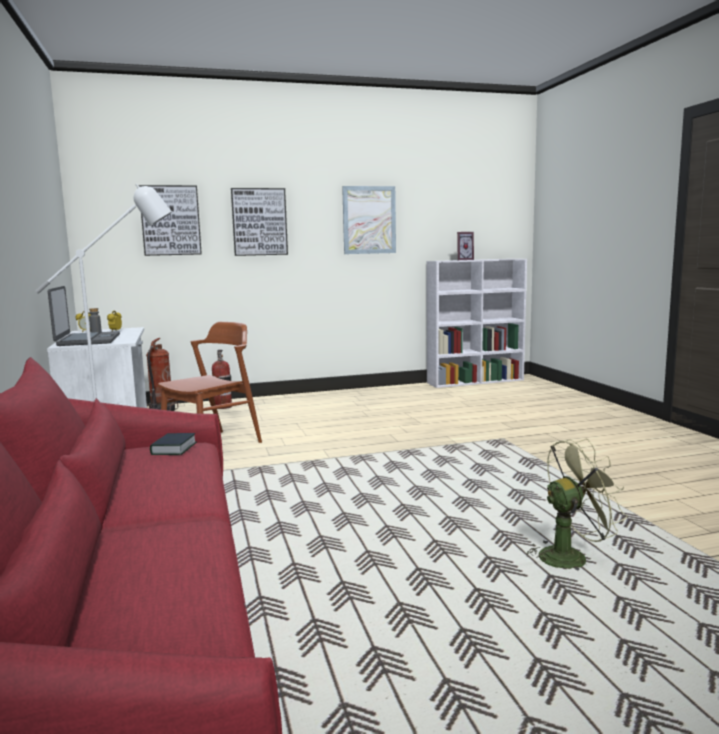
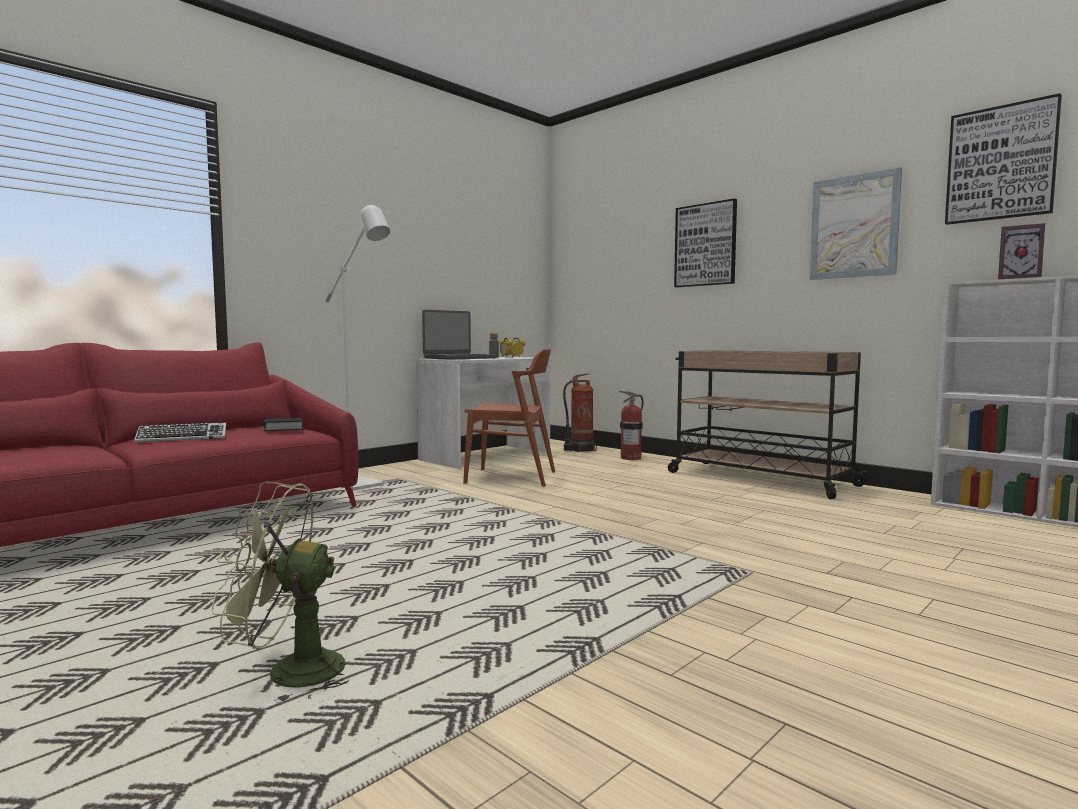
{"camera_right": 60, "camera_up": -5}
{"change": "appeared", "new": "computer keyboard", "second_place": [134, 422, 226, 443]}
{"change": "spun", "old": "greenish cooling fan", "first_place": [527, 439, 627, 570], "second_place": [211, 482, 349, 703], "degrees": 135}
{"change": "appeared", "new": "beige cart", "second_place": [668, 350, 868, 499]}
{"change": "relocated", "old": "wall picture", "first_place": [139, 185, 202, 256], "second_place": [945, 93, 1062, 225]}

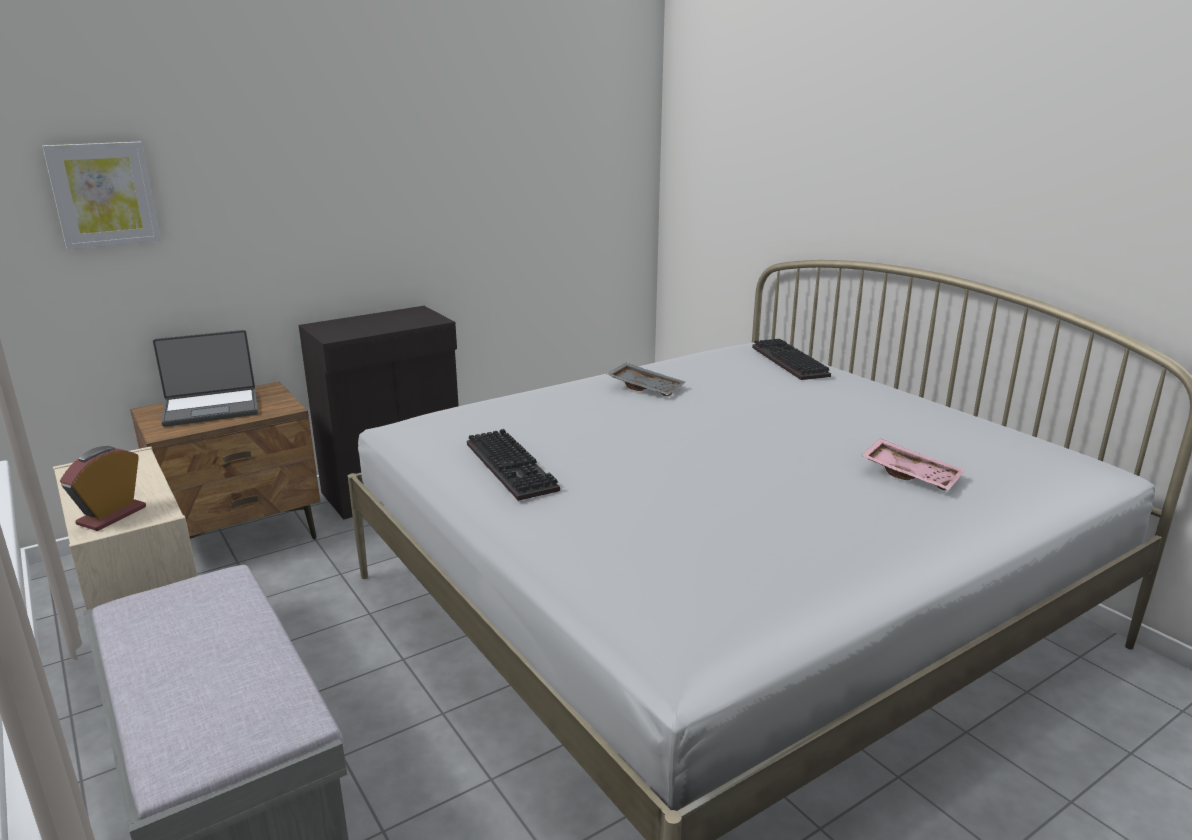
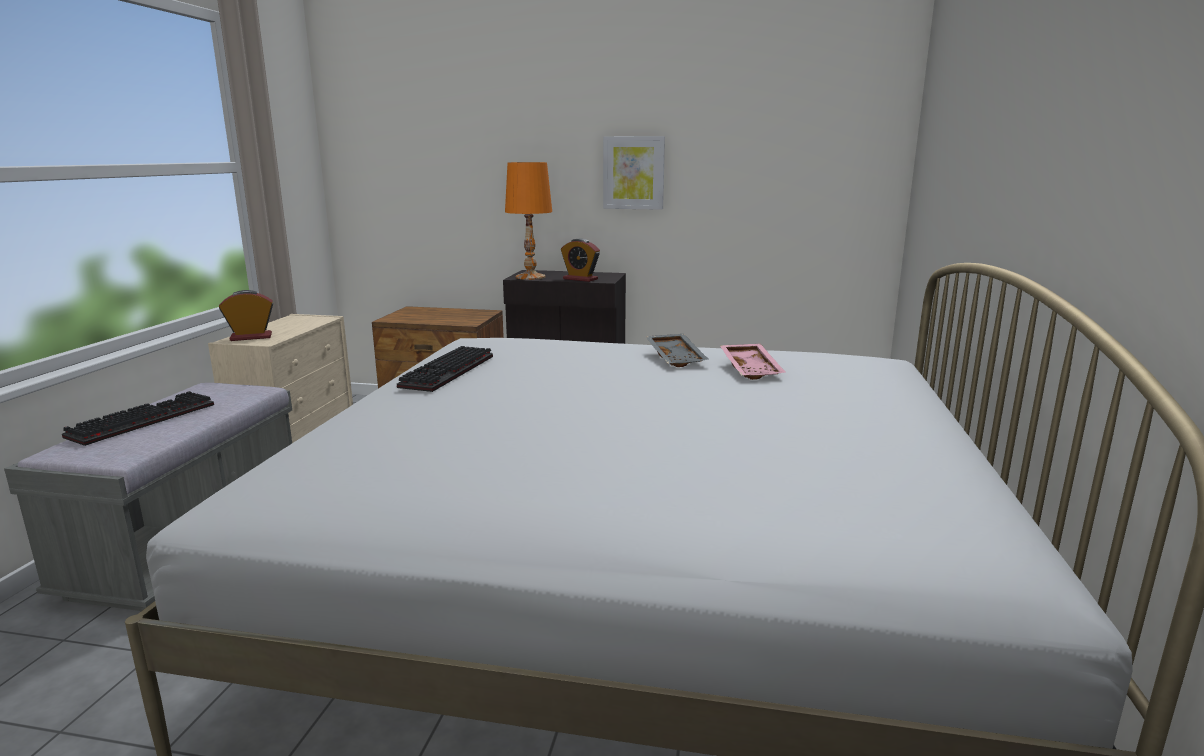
{"camera_right": 45, "camera_up": -5}
{"change": "relocated", "old": "computer keyboard", "first_place": [752, 339, 831, 380], "second_place": [62, 391, 214, 446]}
{"change": "appeared", "new": "orange-coloured tabletop lamp", "second_place": [505, 162, 552, 280]}
{"change": "appeared", "new": "table clock", "second_place": [561, 238, 600, 282]}
{"change": "relocated", "old": "wall picture", "first_place": [42, 141, 161, 250], "second_place": [603, 136, 665, 210]}
{"change": "relocated", "old": "pink tray", "first_place": [861, 438, 965, 490], "second_place": [720, 344, 785, 380]}
{"change": "missing", "old": "notebook computer", "first_place": [153, 330, 258, 427]}

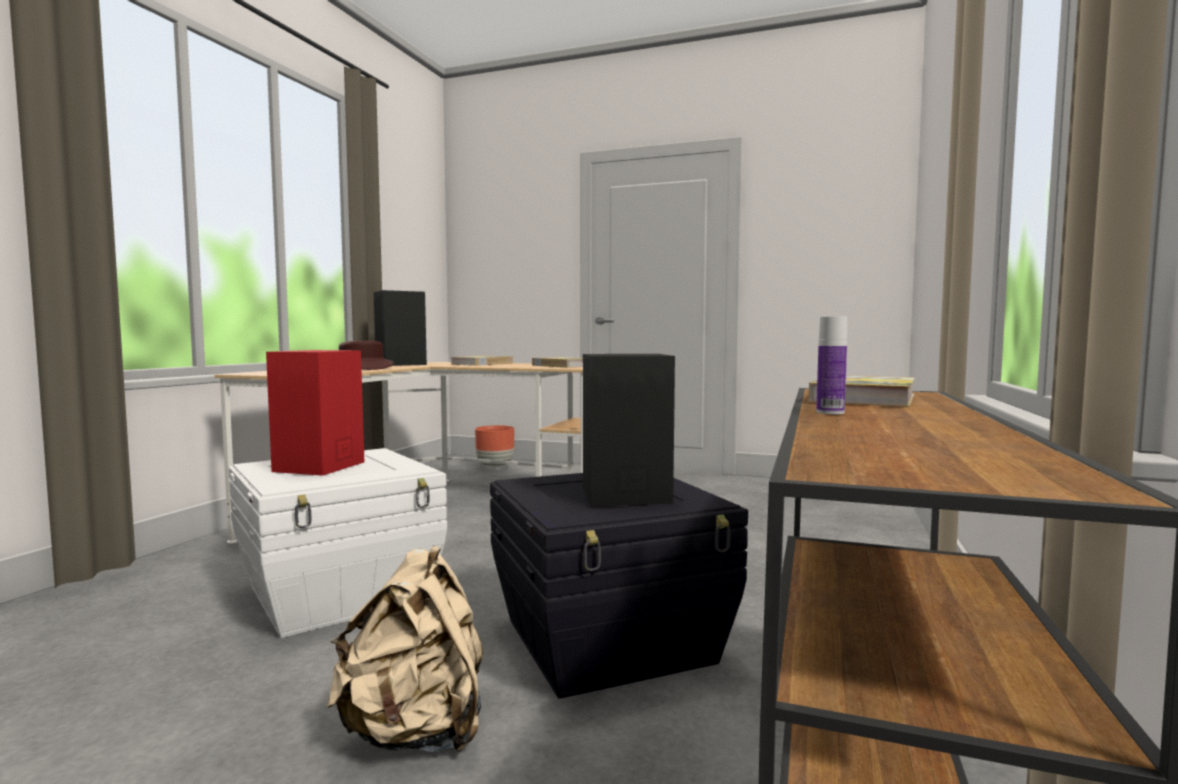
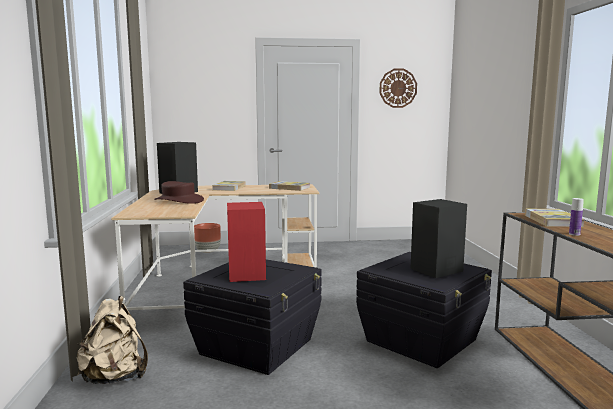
{"camera_right": -25, "camera_up": 5}
{"change": "relocated", "old": "beige rucksack", "first_place": [327, 545, 483, 752], "second_place": [77, 296, 148, 384]}
{"change": "colour", "old": "white storage container", "new": "black-coloured storage container", "first_place": [229, 448, 447, 638], "second_place": [183, 259, 322, 375]}
{"change": "appeared", "new": "wall clock", "second_place": [379, 69, 417, 108]}

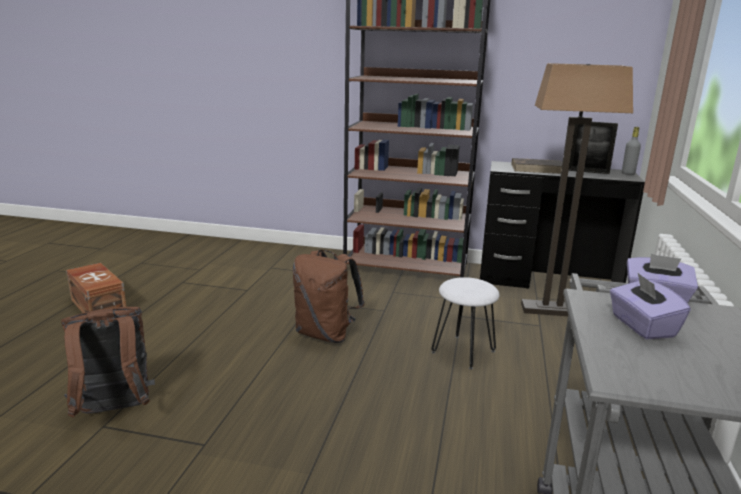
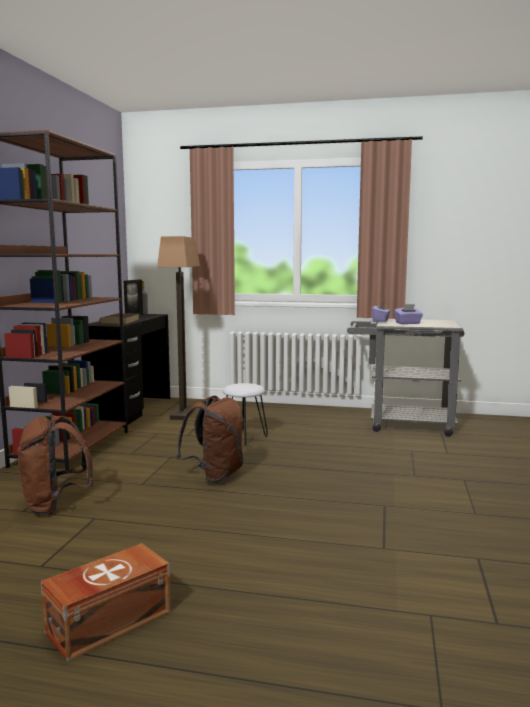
{"camera_right": -90, "camera_up": -10}
{"change": "relocated", "old": "brownish rucksack", "first_place": [61, 307, 155, 418], "second_place": [17, 414, 94, 515]}

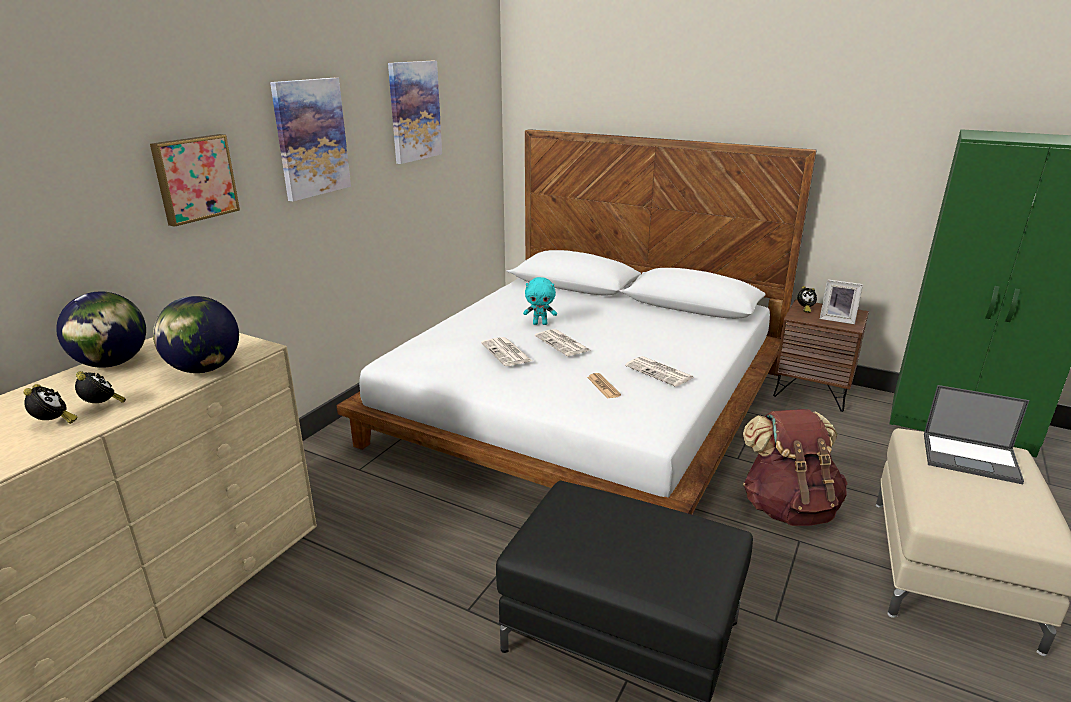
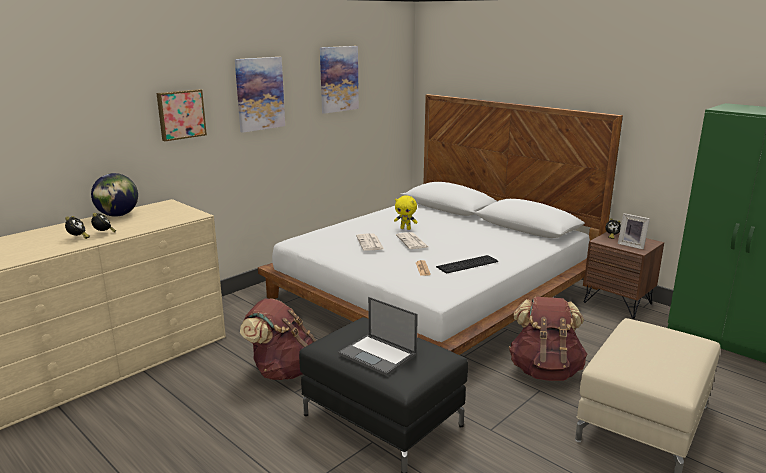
{"camera_right": 15, "camera_up": -5}
{"change": "appeared", "new": "brownish rucksack", "second_place": [240, 298, 316, 380]}
{"change": "relocated", "old": "notebook computer", "first_place": [924, 385, 1029, 484], "second_place": [338, 297, 418, 376]}
{"change": "colour", "old": "blue-green plush toy", "new": "yellowish plush toy", "first_place": [523, 277, 557, 325], "second_place": [394, 195, 418, 230]}
{"change": "exchanged", "old": "newspaper", "new": "computer keyboard", "first_place": [625, 356, 694, 387], "second_place": [436, 255, 498, 274]}
{"change": "missing", "old": "world globe", "first_place": [153, 296, 239, 373]}

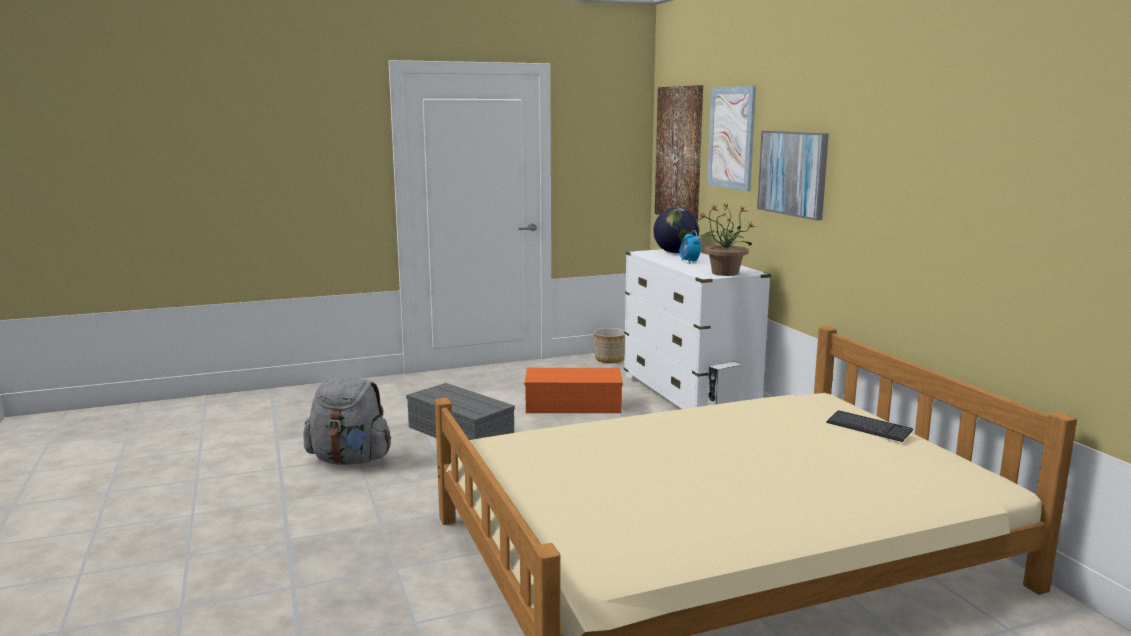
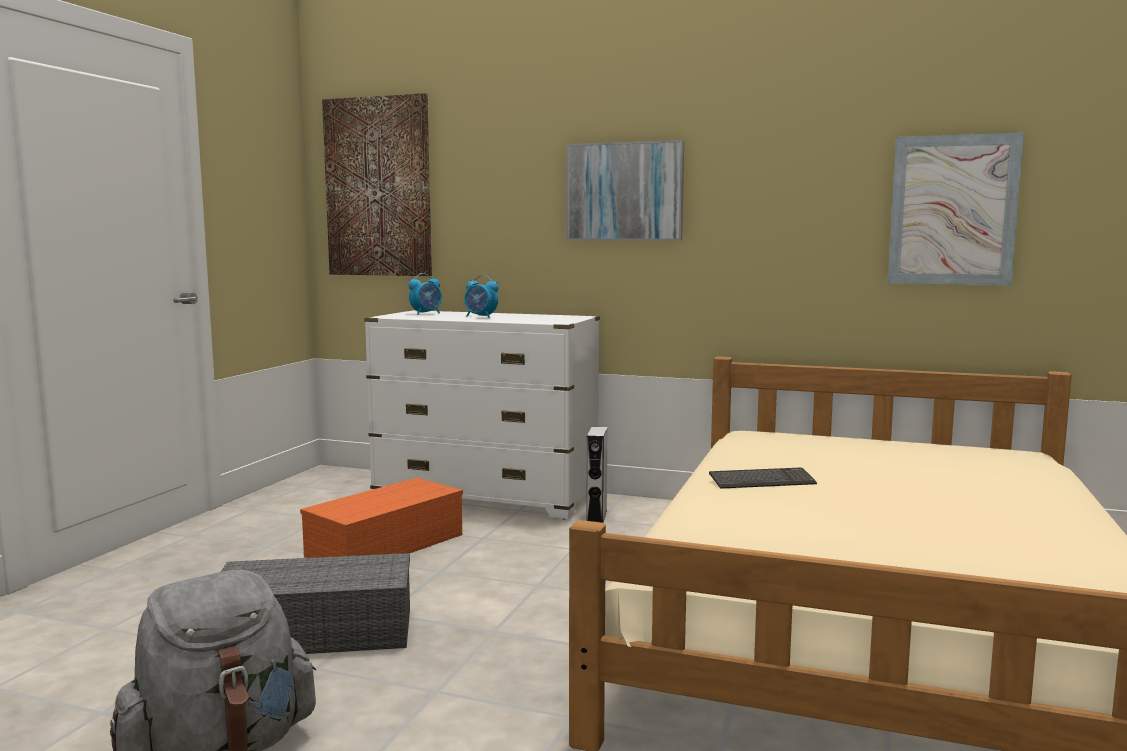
{"camera_right": -50, "camera_up": -5}
{"change": "exchanged", "old": "world globe", "new": "table clock", "first_place": [653, 208, 699, 253], "second_place": [409, 273, 442, 315]}
{"change": "relocated", "old": "computer keyboard", "first_place": [826, 411, 913, 442], "second_place": [709, 468, 817, 489]}
{"change": "relocated", "old": "wall picture", "first_place": [707, 86, 756, 191], "second_place": [888, 133, 1024, 285]}
{"change": "missing", "old": "flower pot", "first_place": [594, 328, 625, 363]}
{"change": "missing", "old": "houseplant", "first_place": [699, 203, 757, 276]}

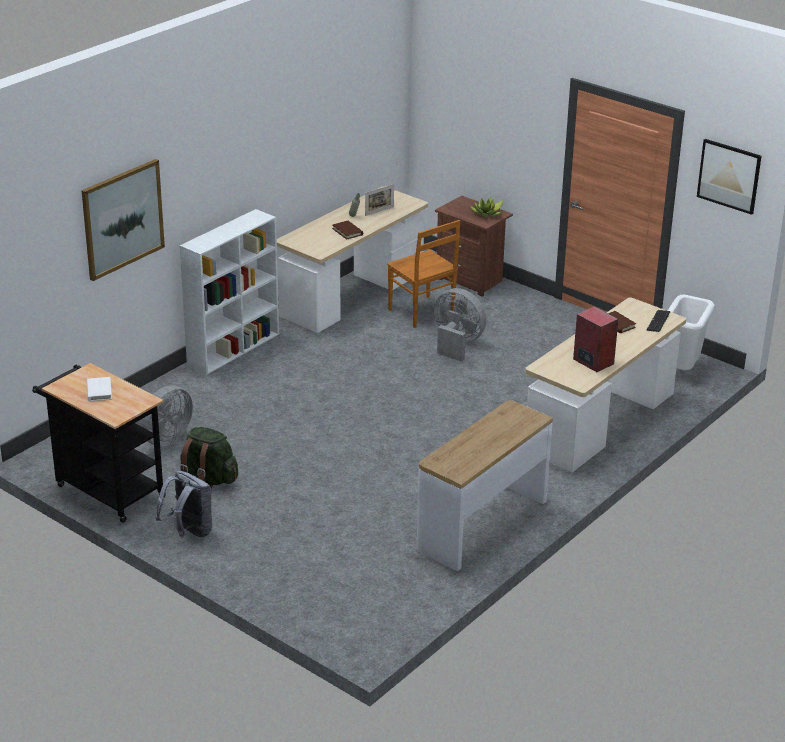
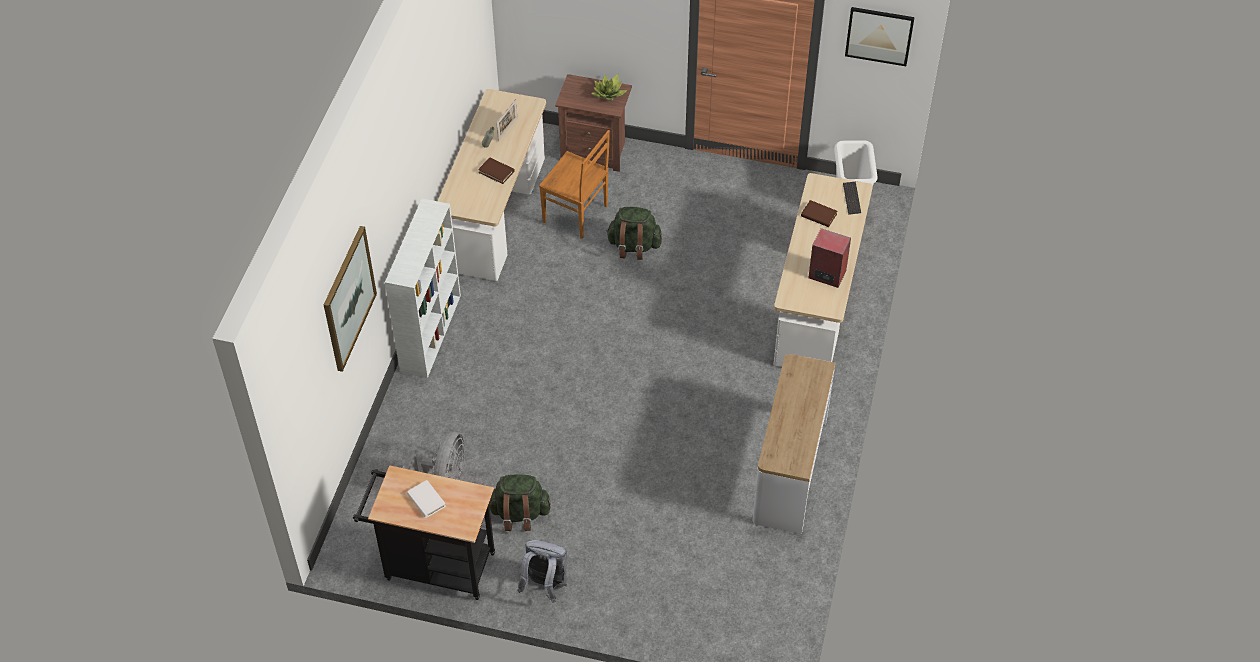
{"camera_right": -25, "camera_up": 20}
{"change": "exchanged", "old": "grey cooling fan", "new": "greenish rucksack", "first_place": [434, 288, 486, 362], "second_place": [606, 207, 662, 260]}

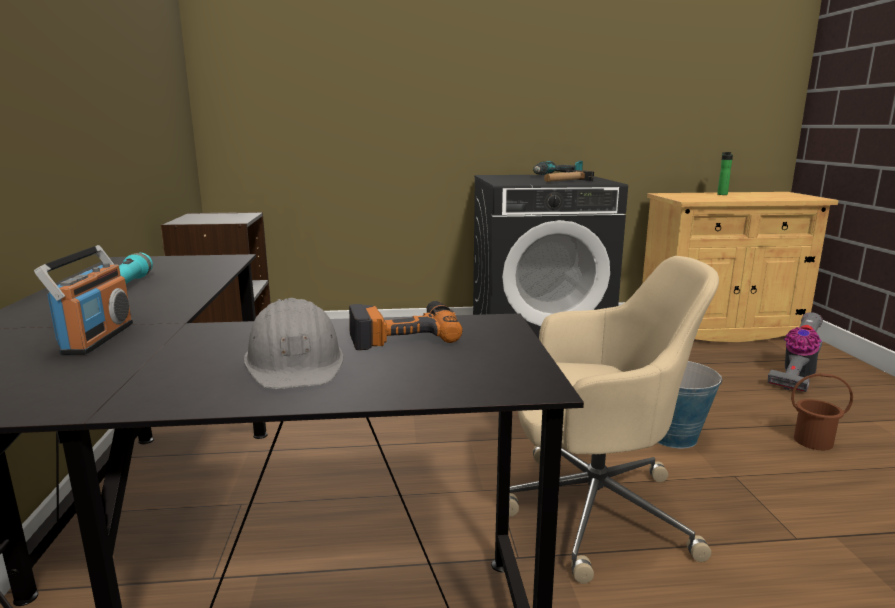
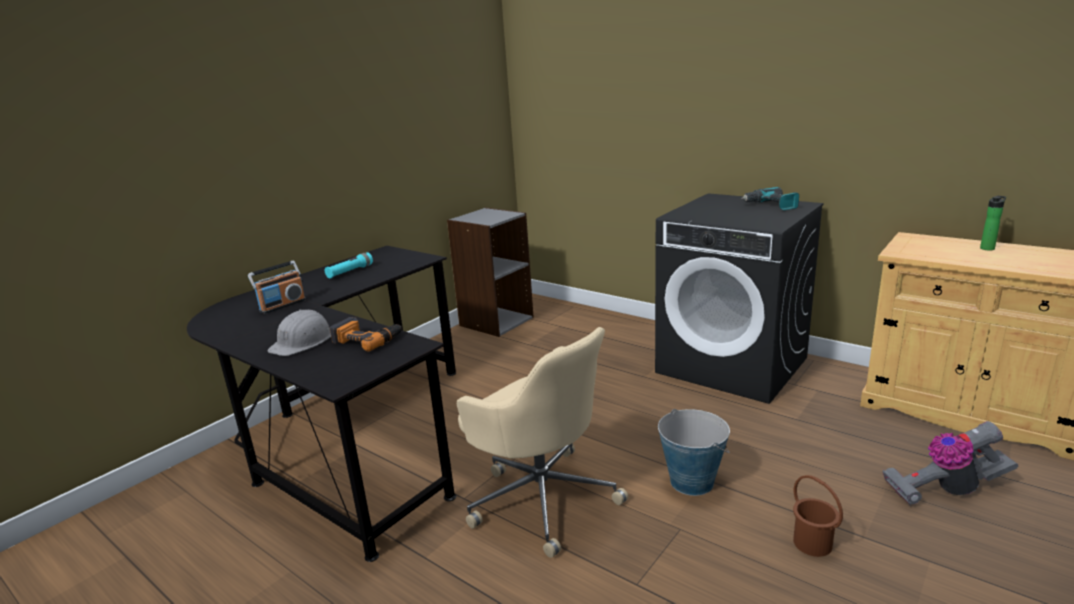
{"camera_right": 45, "camera_up": 5}
{"change": "missing", "old": "hammer", "first_place": [544, 170, 594, 182]}

